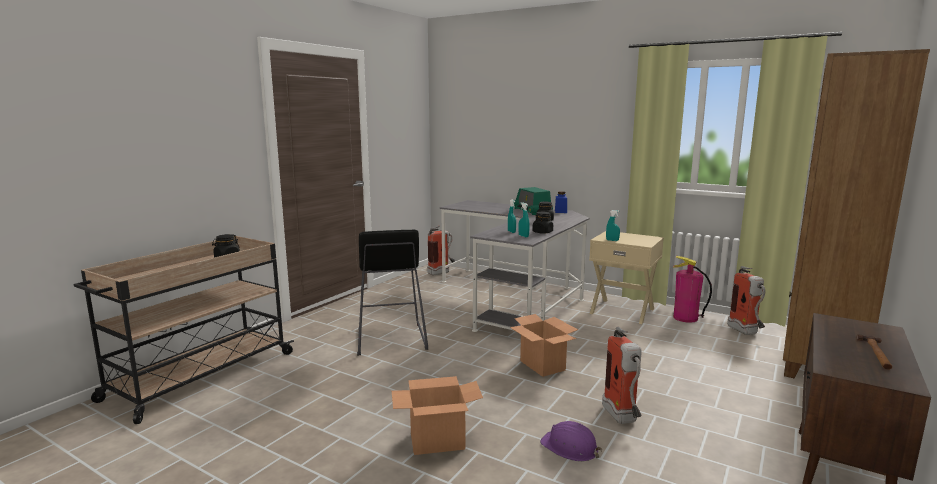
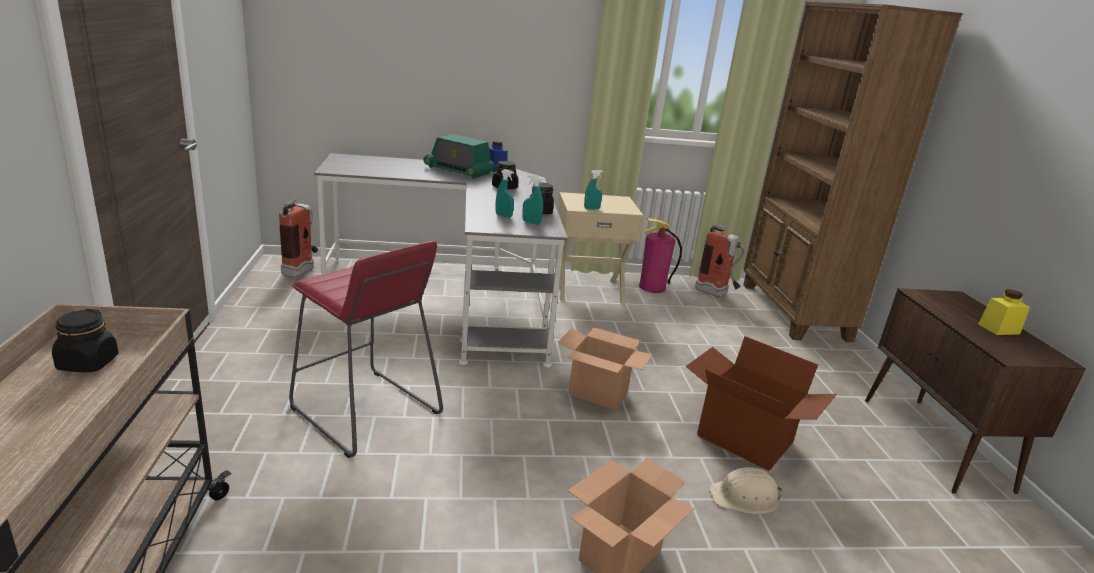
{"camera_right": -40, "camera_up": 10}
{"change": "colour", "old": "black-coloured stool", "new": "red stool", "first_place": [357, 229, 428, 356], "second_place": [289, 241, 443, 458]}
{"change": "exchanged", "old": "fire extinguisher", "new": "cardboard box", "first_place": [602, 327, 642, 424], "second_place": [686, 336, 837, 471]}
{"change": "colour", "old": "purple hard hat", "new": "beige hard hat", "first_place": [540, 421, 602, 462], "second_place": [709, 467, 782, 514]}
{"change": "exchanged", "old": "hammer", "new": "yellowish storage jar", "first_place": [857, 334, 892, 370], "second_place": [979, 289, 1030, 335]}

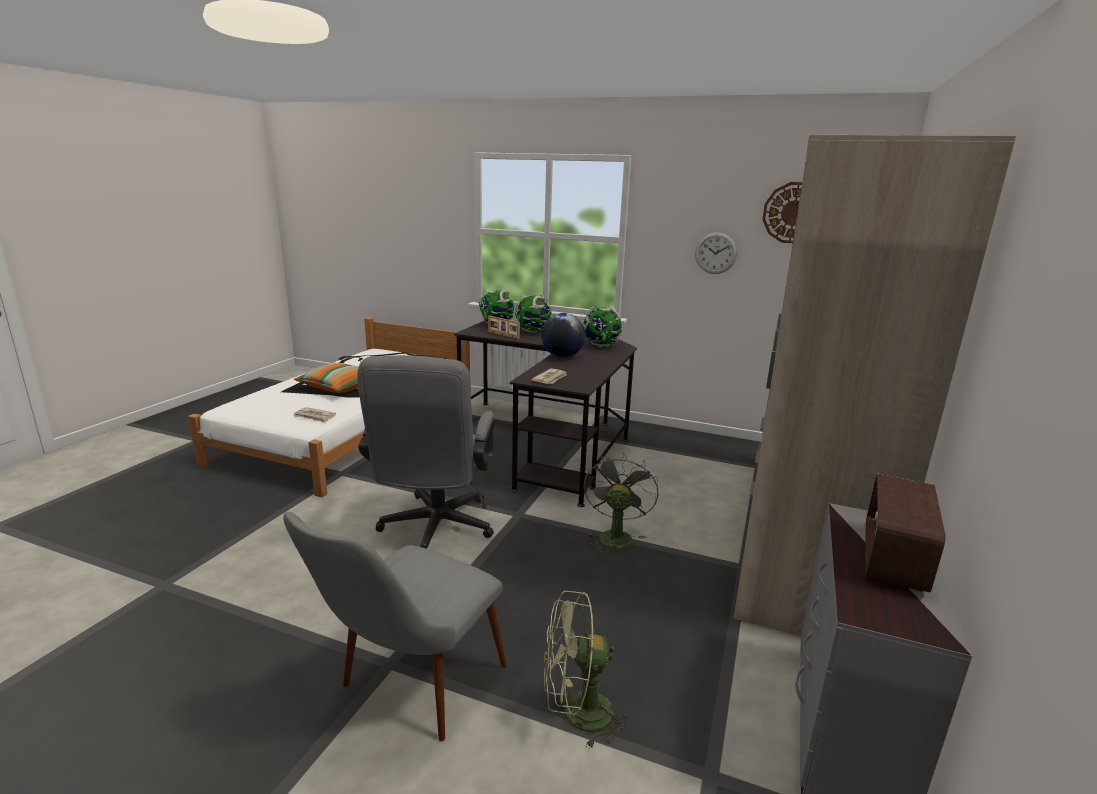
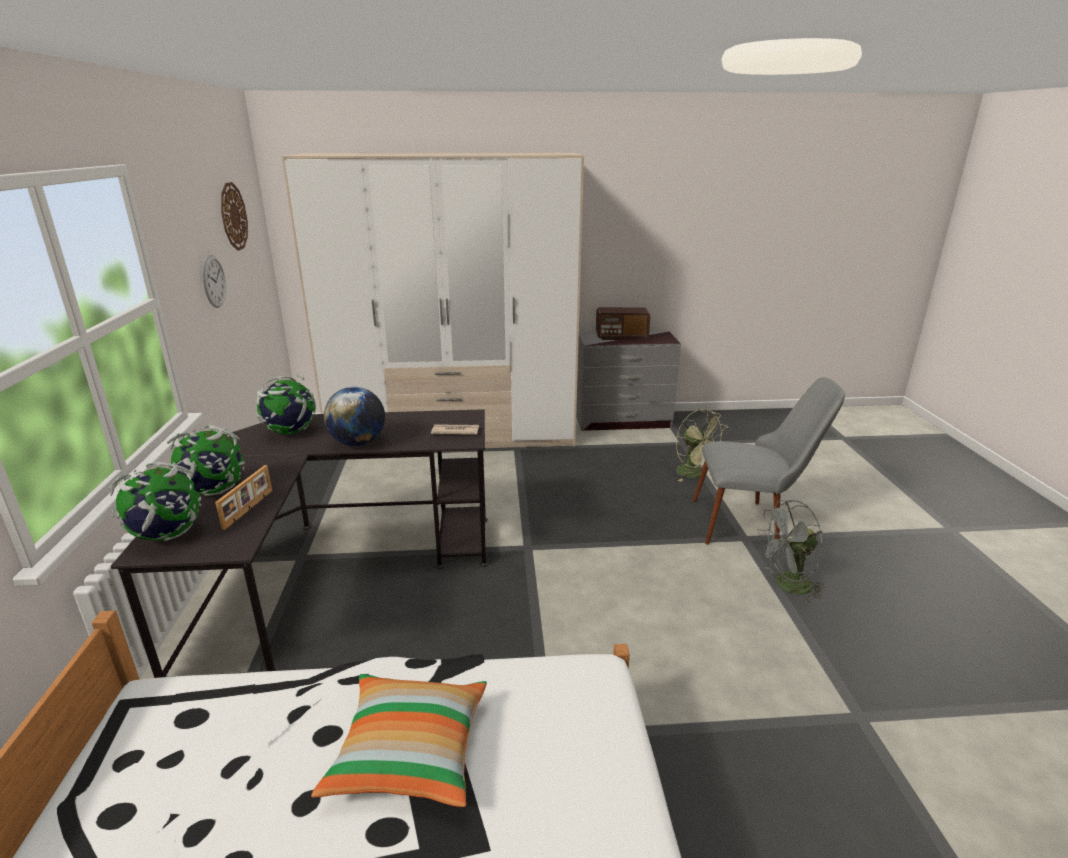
{"camera_right": -115, "camera_up": 5}
{"change": "relocated", "old": "grey cooling fan", "first_place": [584, 453, 658, 554], "second_place": [757, 500, 825, 603]}
{"change": "missing", "old": "newspaper", "first_place": [294, 407, 336, 423]}
{"change": "missing", "old": "grey office chair", "first_place": [357, 355, 494, 549]}

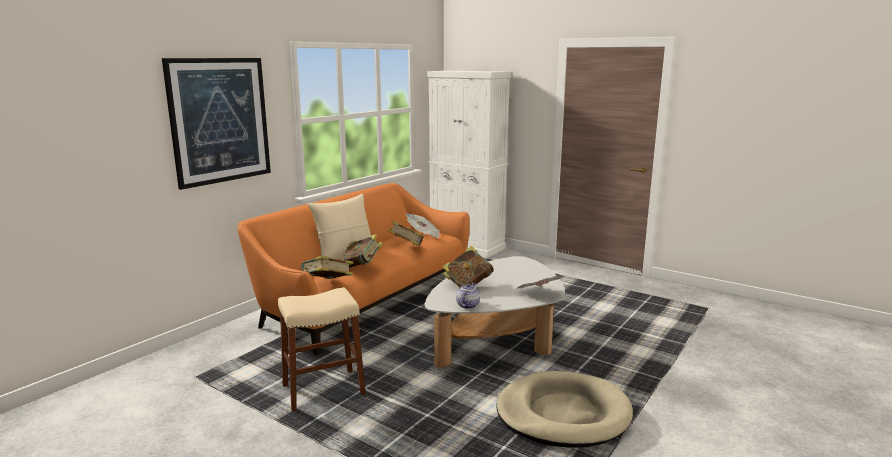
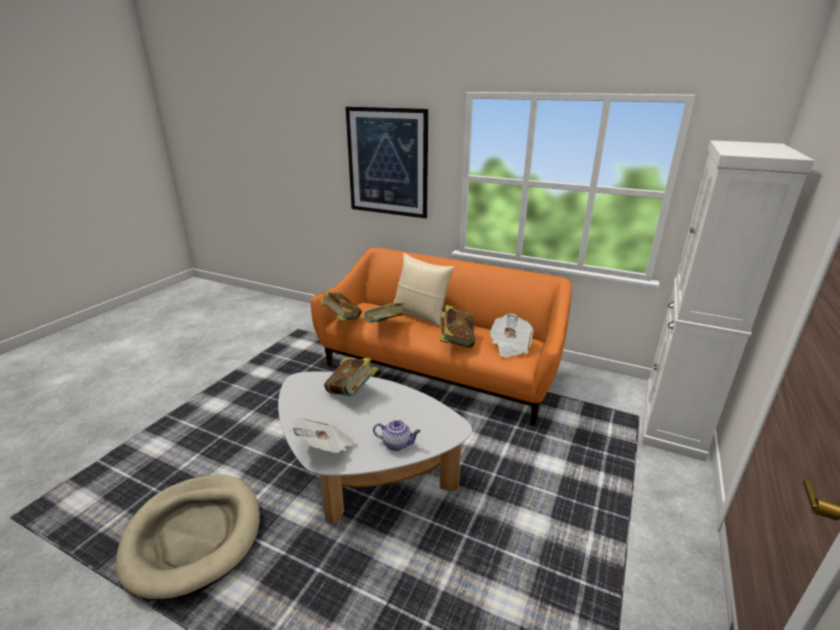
{"camera_right": 80, "camera_up": 10}
{"change": "relocated", "old": "pot for tea", "first_place": [456, 283, 480, 309], "second_place": [373, 420, 420, 451]}
{"change": "missing", "old": "beige stool", "first_place": [278, 287, 366, 412]}

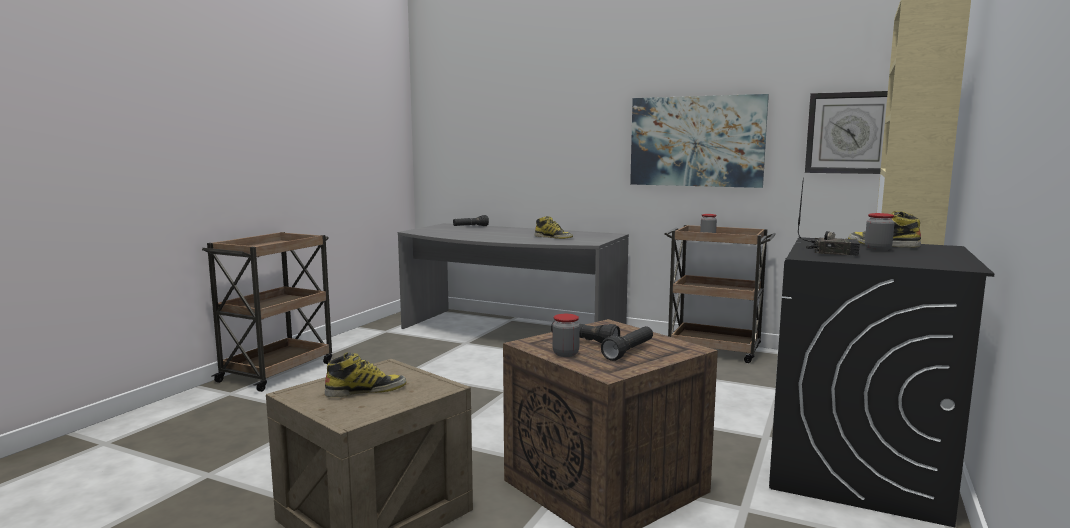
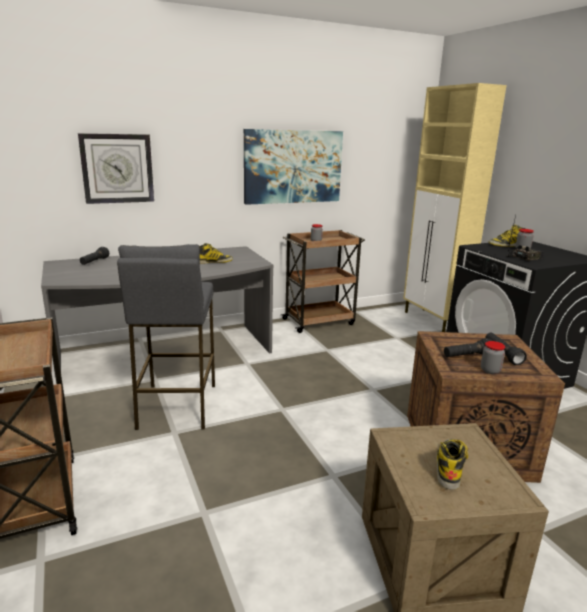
{"camera_right": -50, "camera_up": 10}
{"change": "relocated", "old": "wall clock", "first_place": [805, 91, 888, 174], "second_place": [78, 133, 154, 204]}
{"change": "appeared", "new": "grey stool", "second_place": [117, 244, 215, 430]}

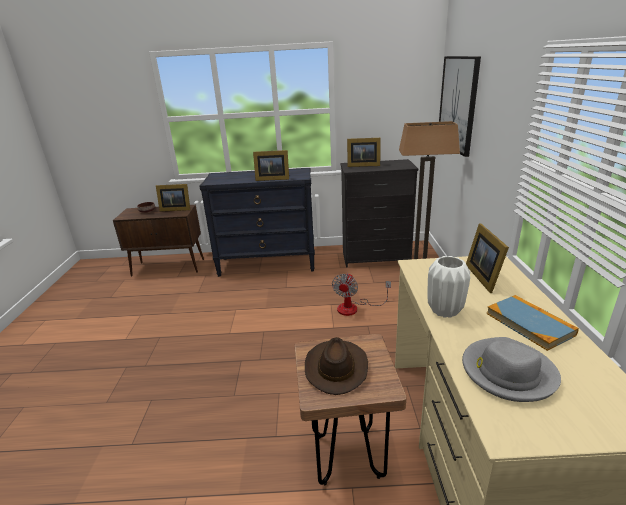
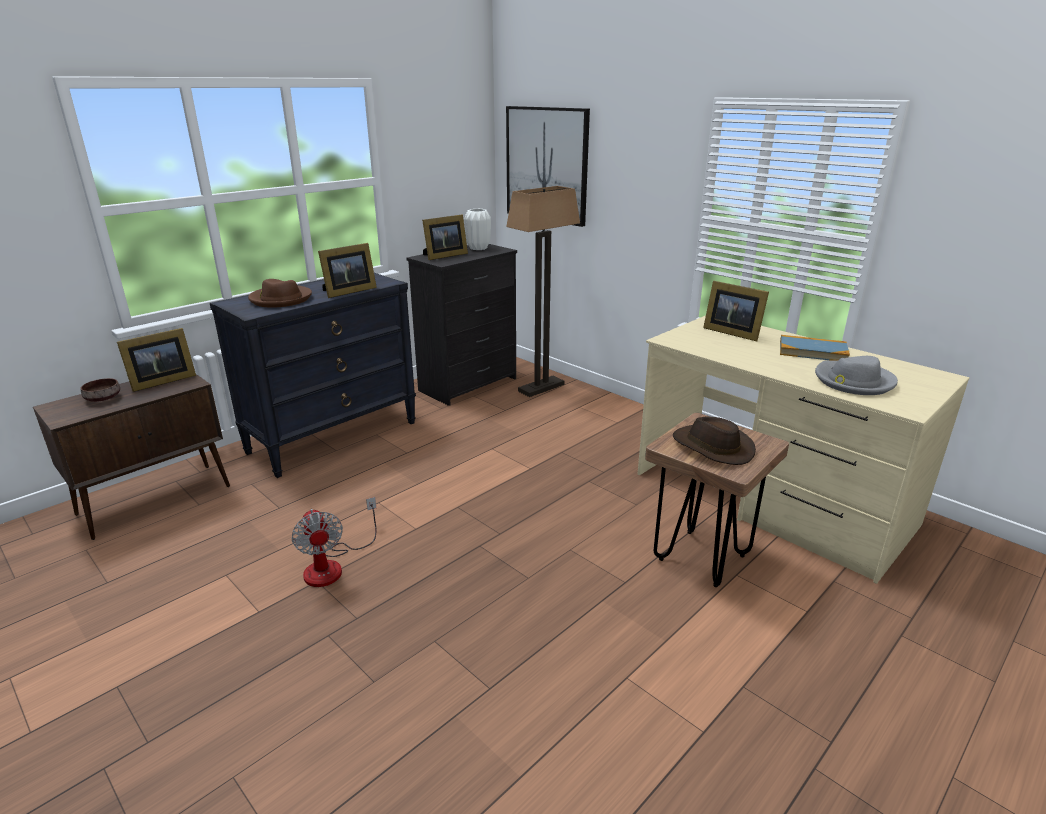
{"camera_right": -45, "camera_up": 0}
{"change": "appeared", "new": "brownish wearable hat", "second_place": [248, 279, 312, 308]}
{"change": "relocated", "old": "cooling fan", "first_place": [332, 273, 391, 316], "second_place": [291, 497, 376, 587]}
{"change": "relocated", "old": "white flower vase", "first_place": [428, 256, 470, 318], "second_place": [464, 209, 491, 250]}

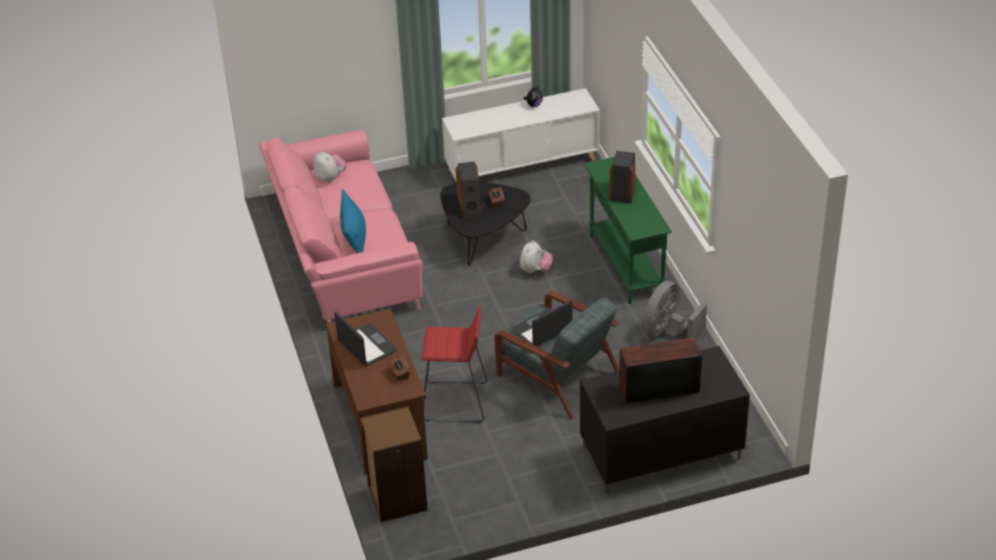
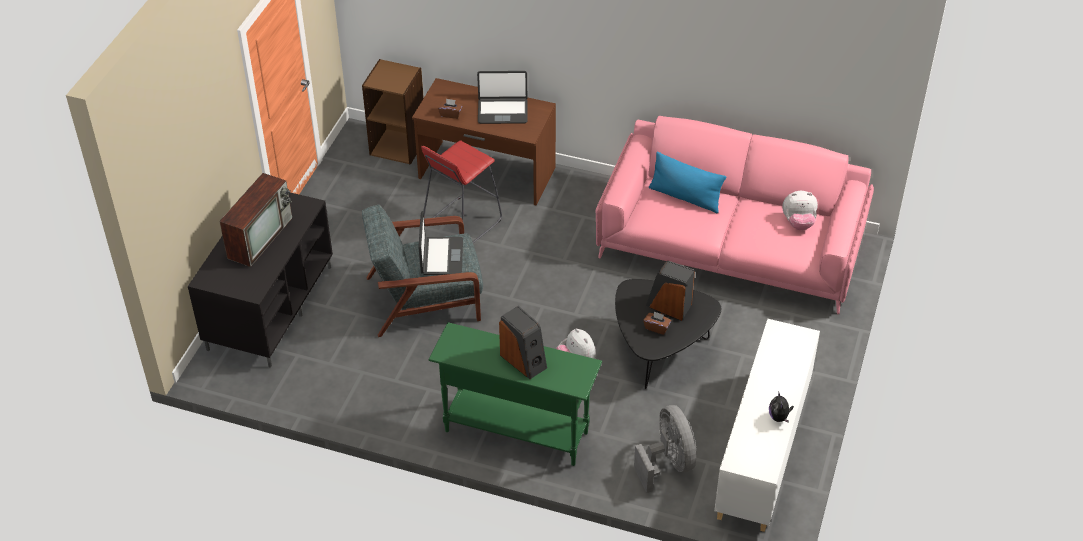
{"camera_right": 125, "camera_up": 5}
{"change": "relocated", "old": "grey cooling fan", "first_place": [644, 281, 707, 338], "second_place": [634, 405, 696, 493]}

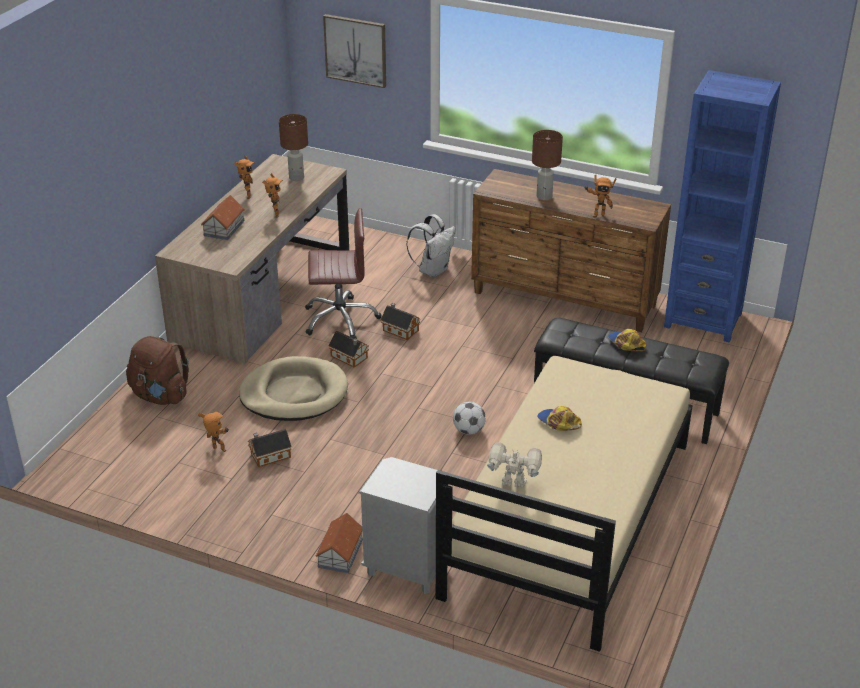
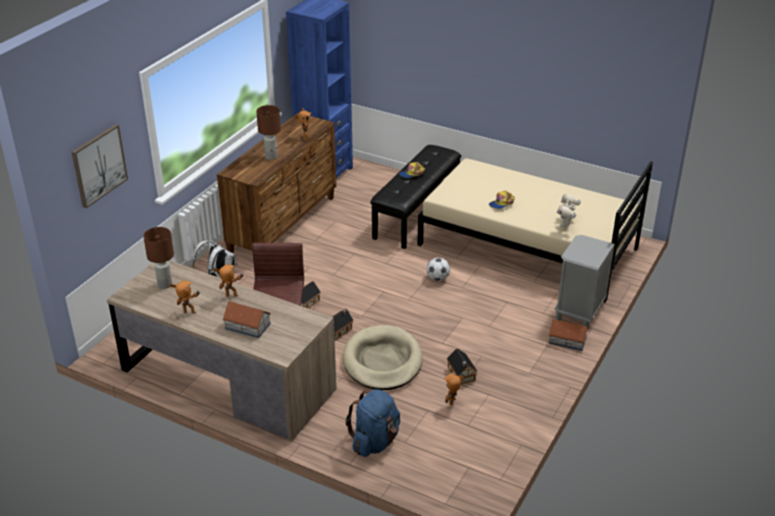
{"camera_right": -85, "camera_up": 0}
{"change": "colour", "old": "brownish rucksack", "new": "blue-coloured rucksack", "first_place": [126, 336, 189, 405], "second_place": [346, 389, 400, 457]}

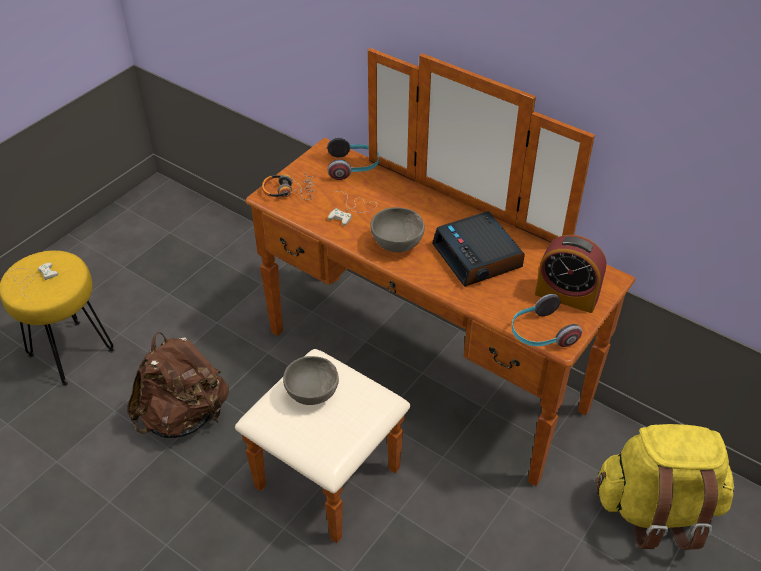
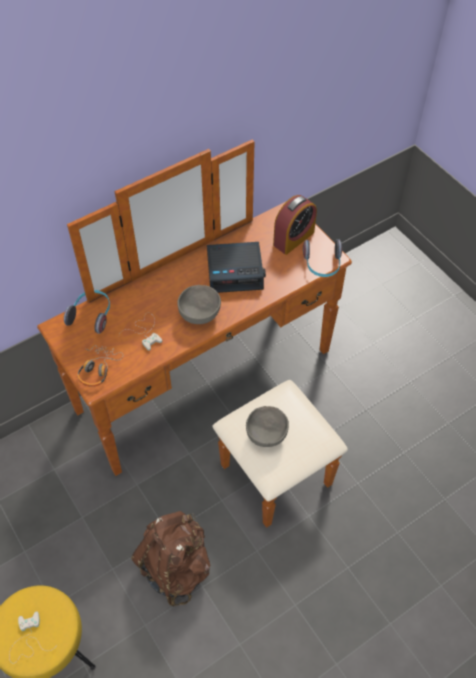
{"camera_right": -70, "camera_up": 10}
{"change": "missing", "old": "yellowish rucksack", "first_place": [595, 424, 735, 550]}

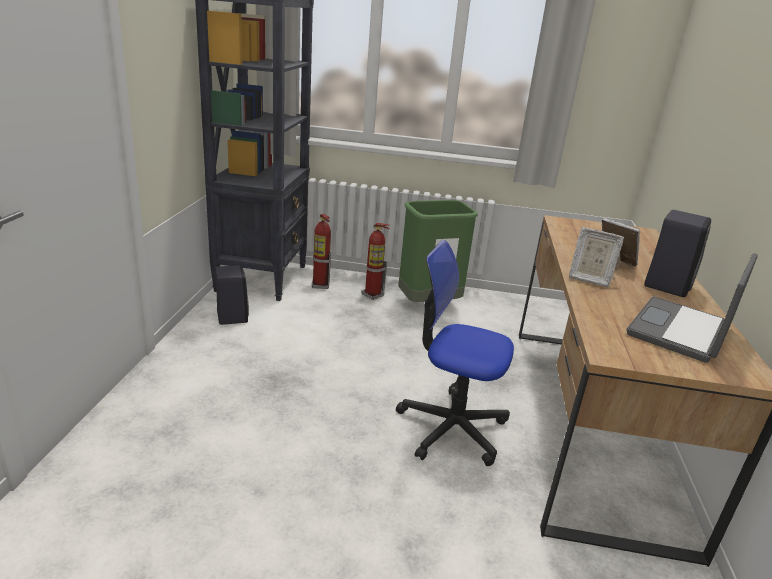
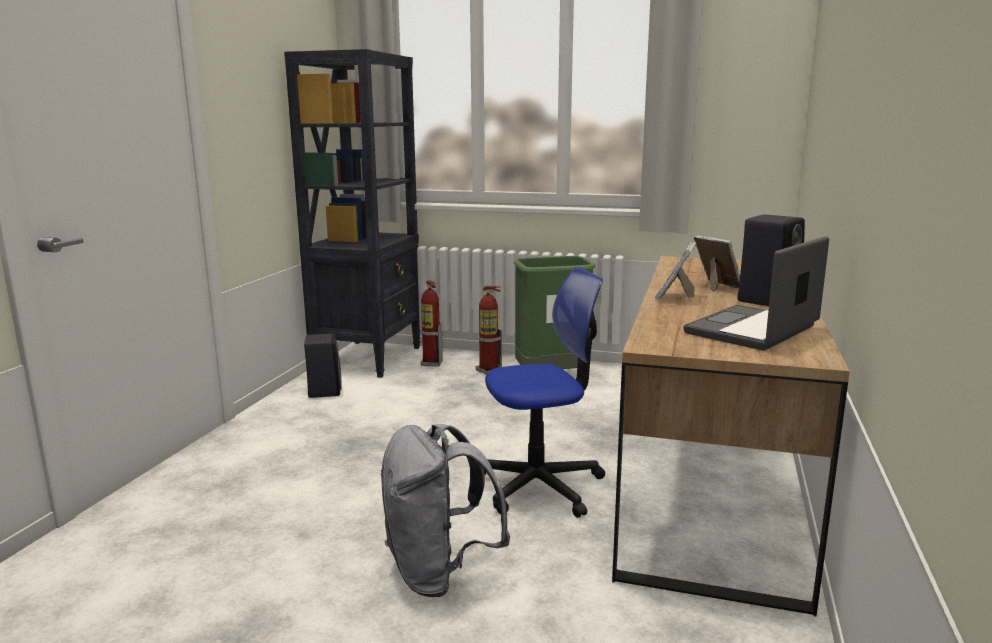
{"camera_right": 10, "camera_up": -10}
{"change": "appeared", "new": "grey rucksack", "second_place": [381, 424, 510, 597]}
{"change": "spun", "old": "office chair", "first_place": [396, 240, 514, 466], "second_place": [484, 267, 605, 518], "degrees": 135}
{"change": "spun", "old": "standing frame", "first_place": [569, 227, 624, 287], "second_place": [655, 242, 696, 301], "degrees": 75}

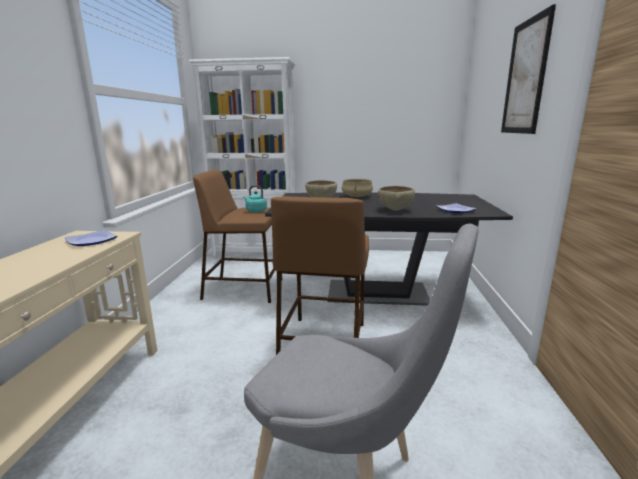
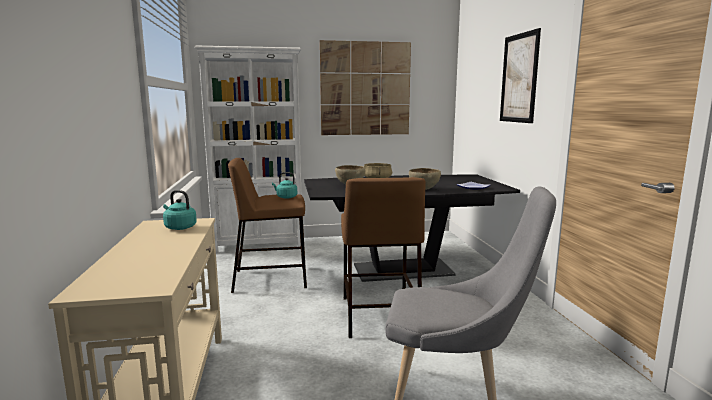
{"camera_right": -15, "camera_up": -5}
{"change": "exchanged", "old": "flat dish", "new": "blue-green water kettle", "first_place": [65, 229, 117, 246], "second_place": [163, 190, 197, 230]}
{"change": "appeared", "new": "wall picture", "second_place": [320, 40, 411, 135]}

